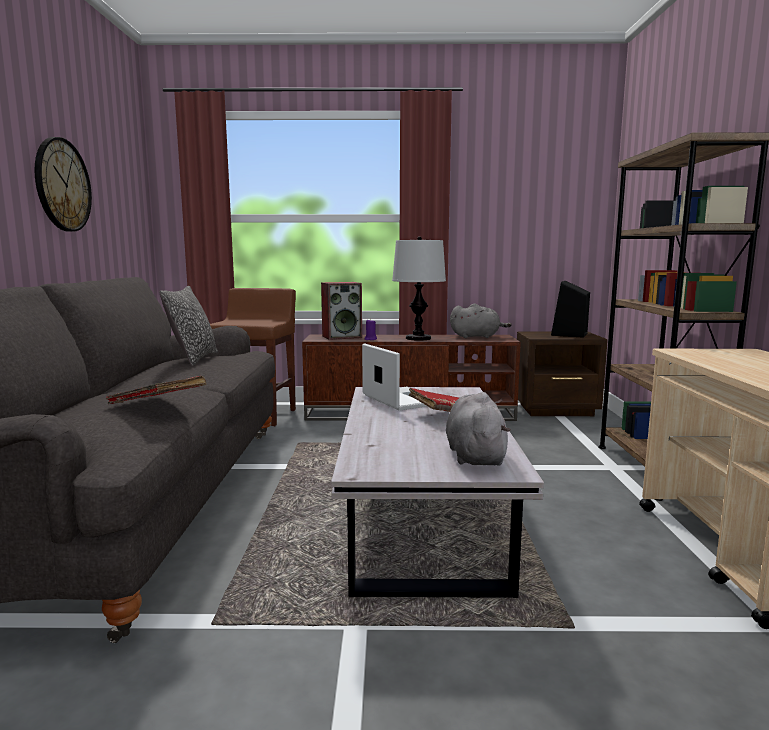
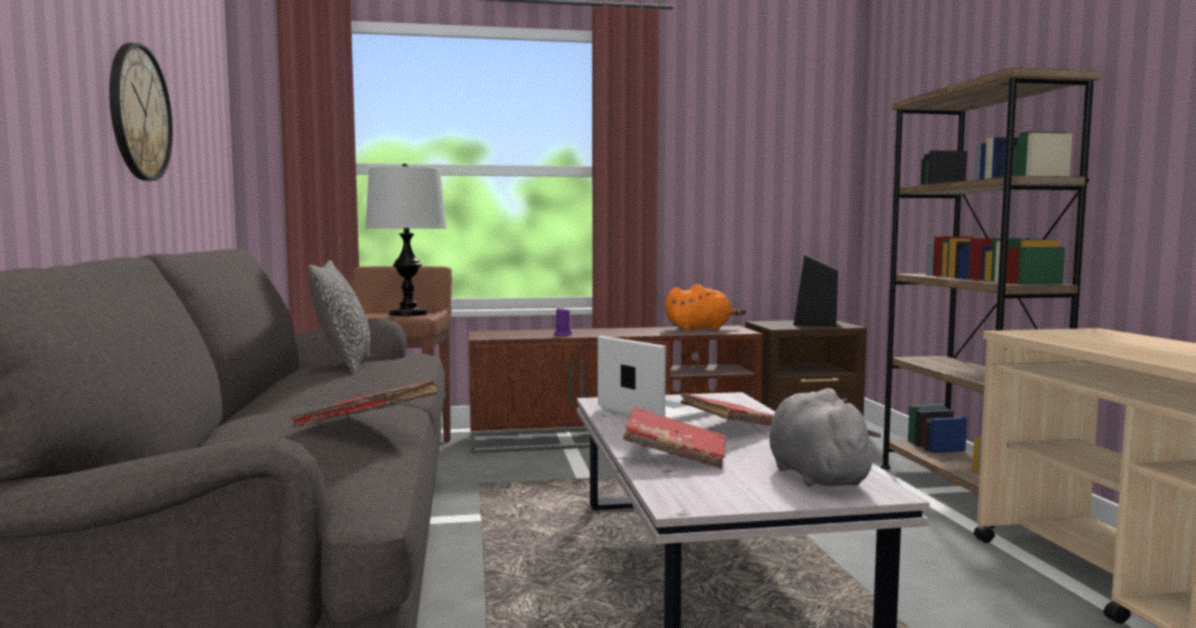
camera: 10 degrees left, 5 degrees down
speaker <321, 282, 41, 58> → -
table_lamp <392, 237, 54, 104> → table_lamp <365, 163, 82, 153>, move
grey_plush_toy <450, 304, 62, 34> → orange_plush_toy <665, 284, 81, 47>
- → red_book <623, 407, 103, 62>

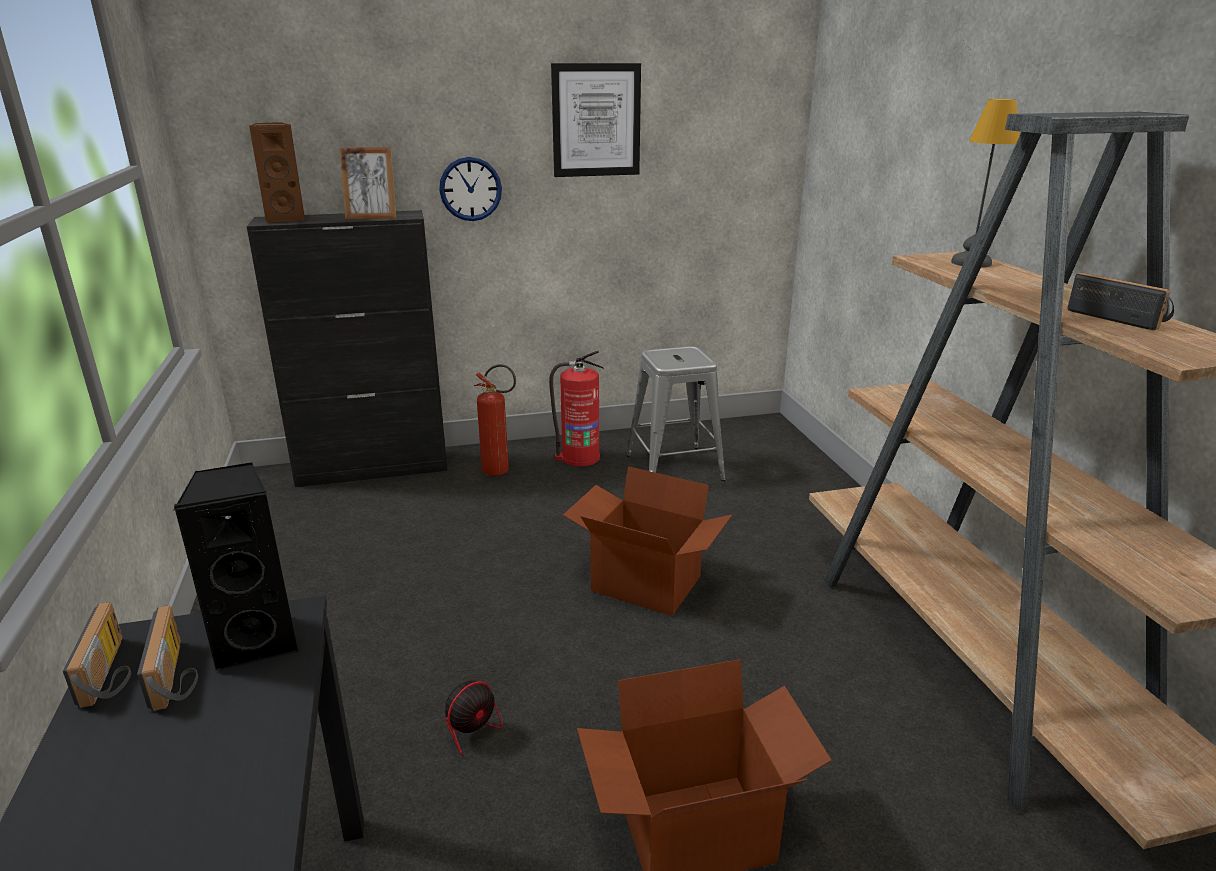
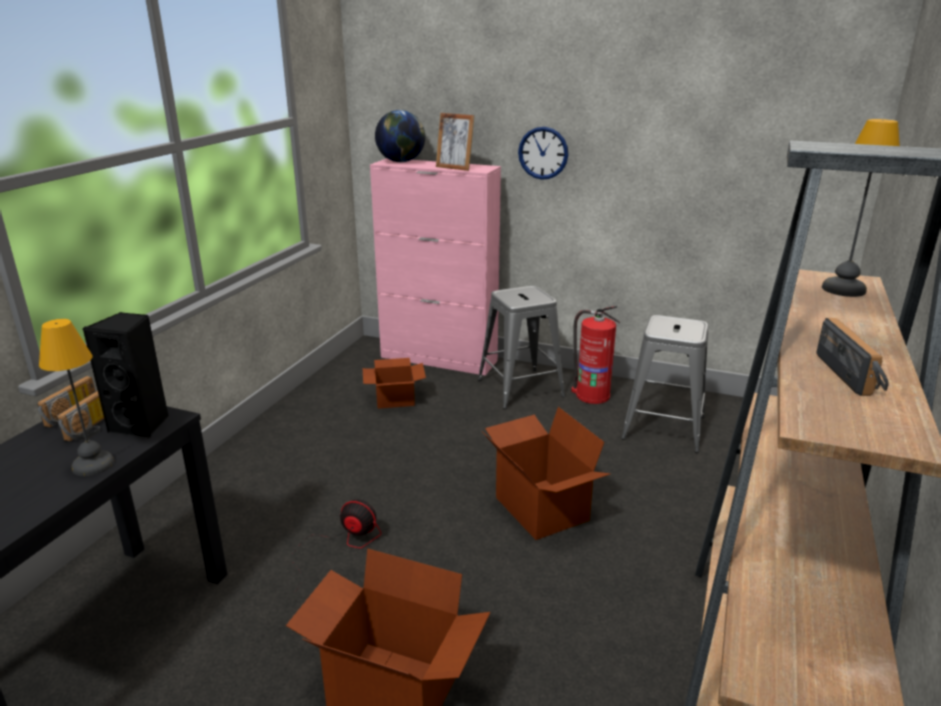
camera: 35 degrees right, 0 degrees up
black_cabinet <246, 210, 202, 277> → pink_cabinet <370, 158, 131, 218>
brown_speaker <249, 122, 56, 101> → globe <375, 110, 50, 52>
fan <428, 662, 87, 93> → fan <292, 499, 89, 94>, 150 degrees counterclockwise
fire_extinguisher <474, 364, 42, 112> → grey_stool <478, 286, 87, 123>
picture <551, 63, 90, 114> → -
- → table_lamp <39, 319, 75, 157>
- → cardboard_box <363, 358, 63, 51>

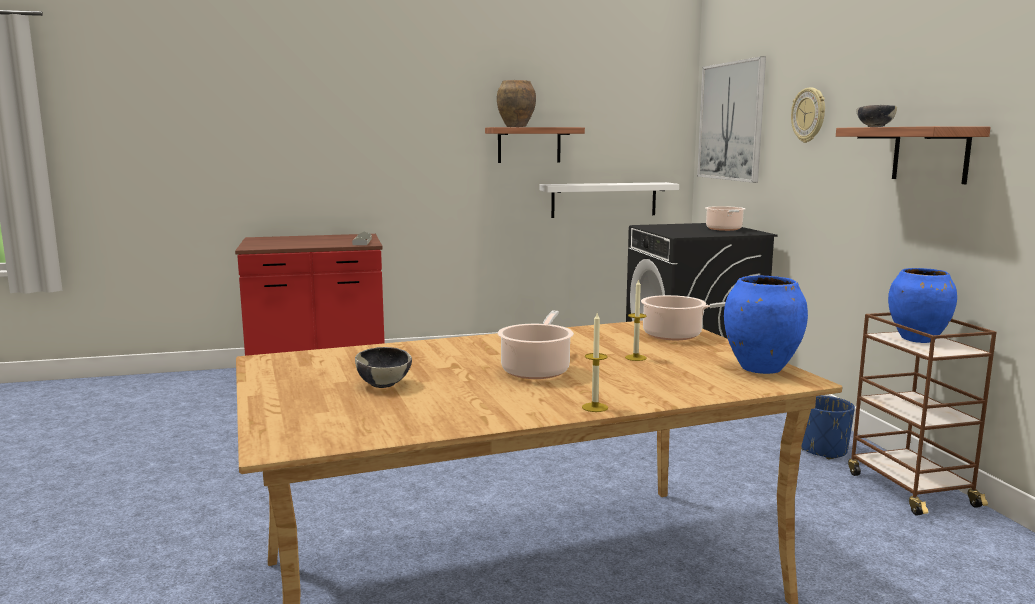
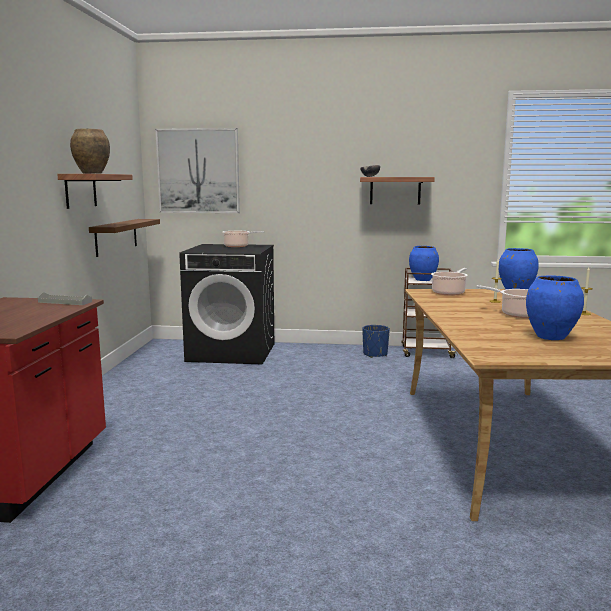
camera: 70 degrees left, 0 degrees up
bowl <355, 347, 57, 41> → blue_vase <526, 275, 58, 65>
white_shelf <539, 182, 140, 36> → brown_shelf <89, 219, 71, 38>
wall_clock <791, 88, 34, 55> → -

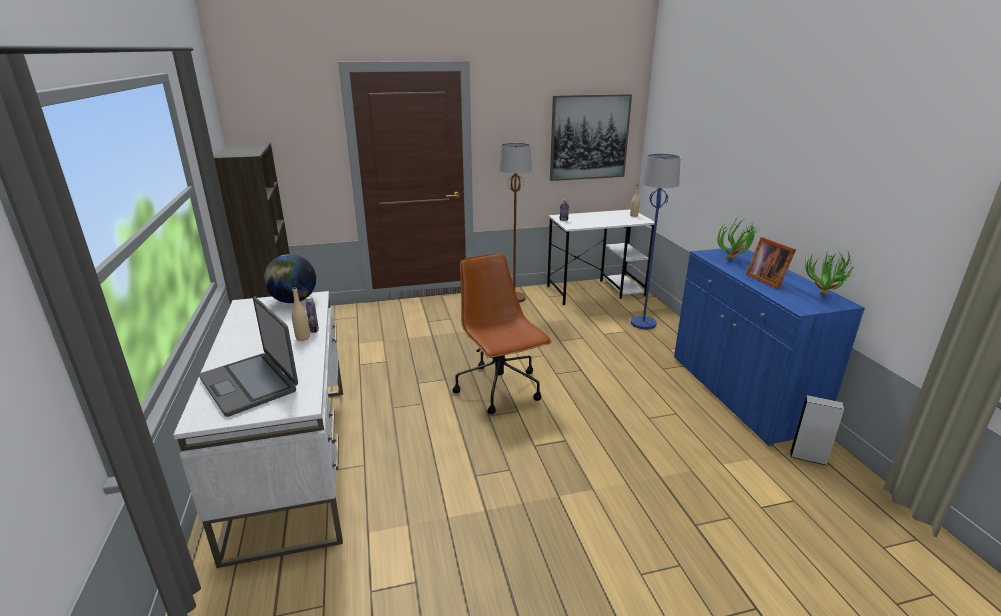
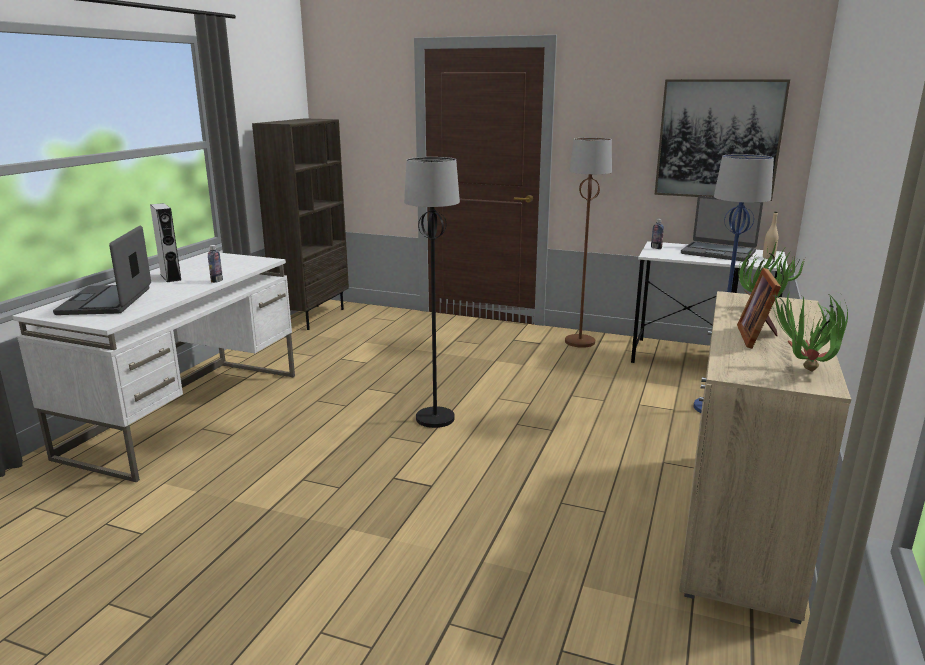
camera: 35 degrees right, 5 degrees down
globe <264, 254, 52, 49> → -
beige_bottle <292, 287, 18, 54> → -
brown_office_chair <452, 254, 100, 160> → black_floor_lamp <404, 157, 56, 271>
blue_cabinet <674, 247, 191, 199> → beige_cabinet <679, 291, 172, 333>
grey_speaker <790, 395, 54, 71> → grey_speaker <150, 203, 32, 80>, move
- → laptop <681, 196, 82, 66>

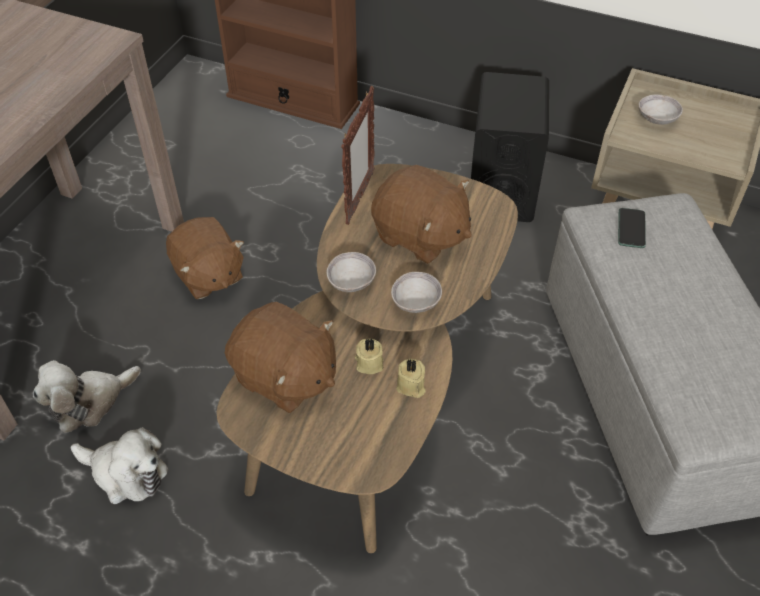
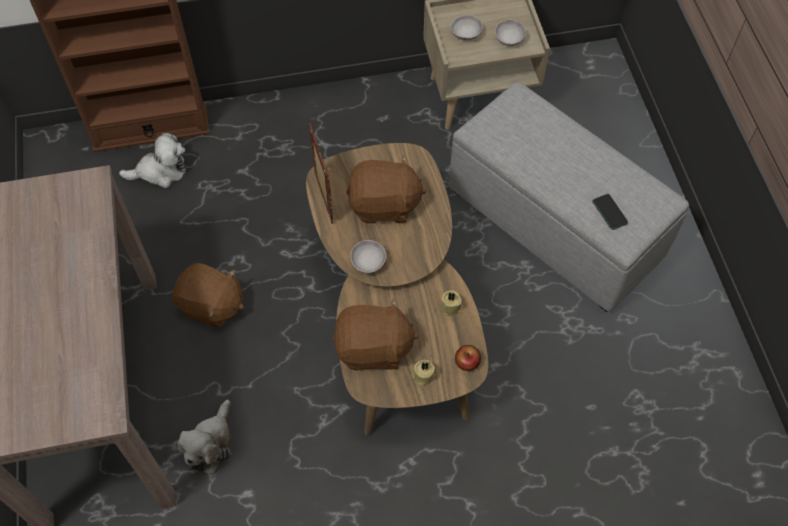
camera: 35 degrees left, 10 degrees up
plush_toy <71, 427, 97, 77> → plush_toy <119, 133, 67, 55>, move
beige_candle <355, 339, 28, 35> → beige_candle <411, 360, 24, 26>, move
grey_bowl <391, 272, 51, 41> → grey_bowl <495, 20, 31, 26>, move
black_speaker <471, 72, 78, 150> → -
phone <618, 208, 28, 40> → phone <592, 194, 36, 36>, move
- → apple <455, 345, 26, 26>

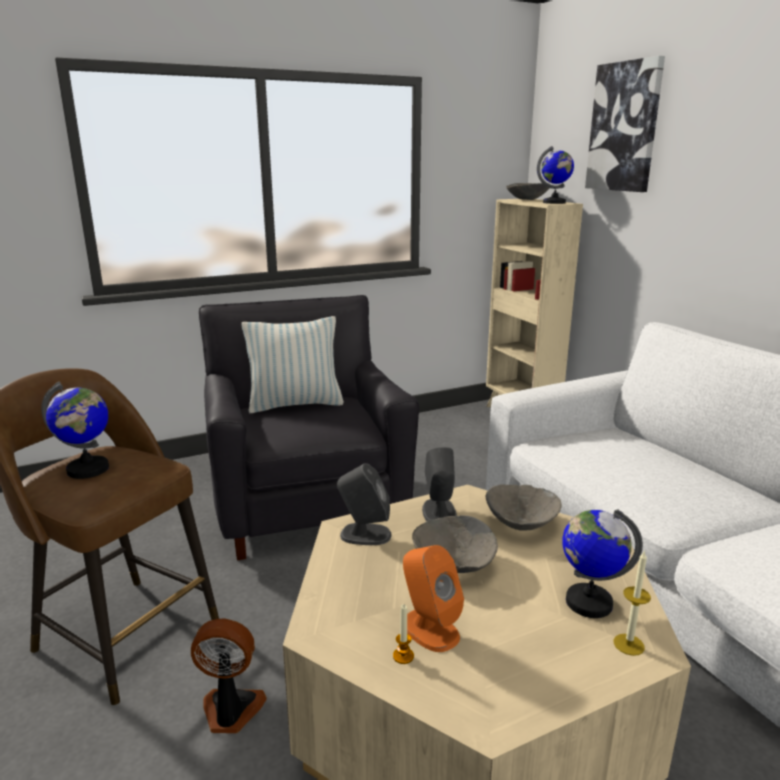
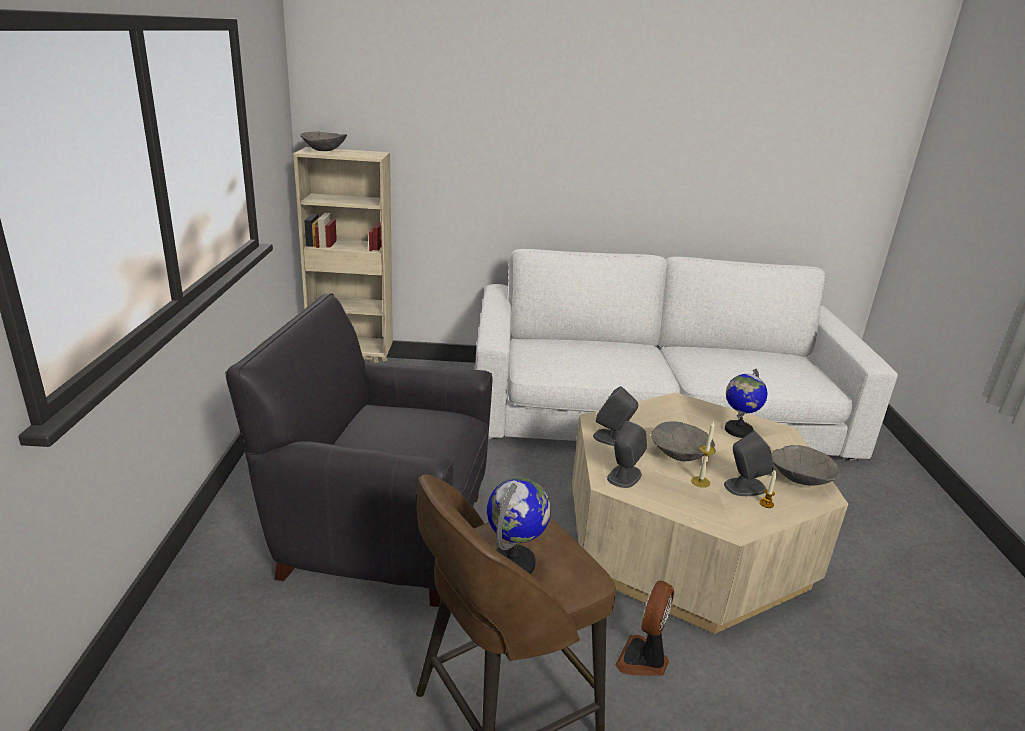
camera: 65 degrees left, 5 degrees up
pillow <242, 316, 102, 97> → -
orange_speaker <403, 545, 61, 107> → grey_speaker <724, 431, 50, 65>
grey_bowl <485, 484, 77, 47> → grey_bowl <772, 445, 68, 41>, move
globe <537, 146, 37, 58> → -
picture <585, 56, 80, 136> → -
candle <614, 552, 37, 104> → candle <691, 421, 25, 67>, move

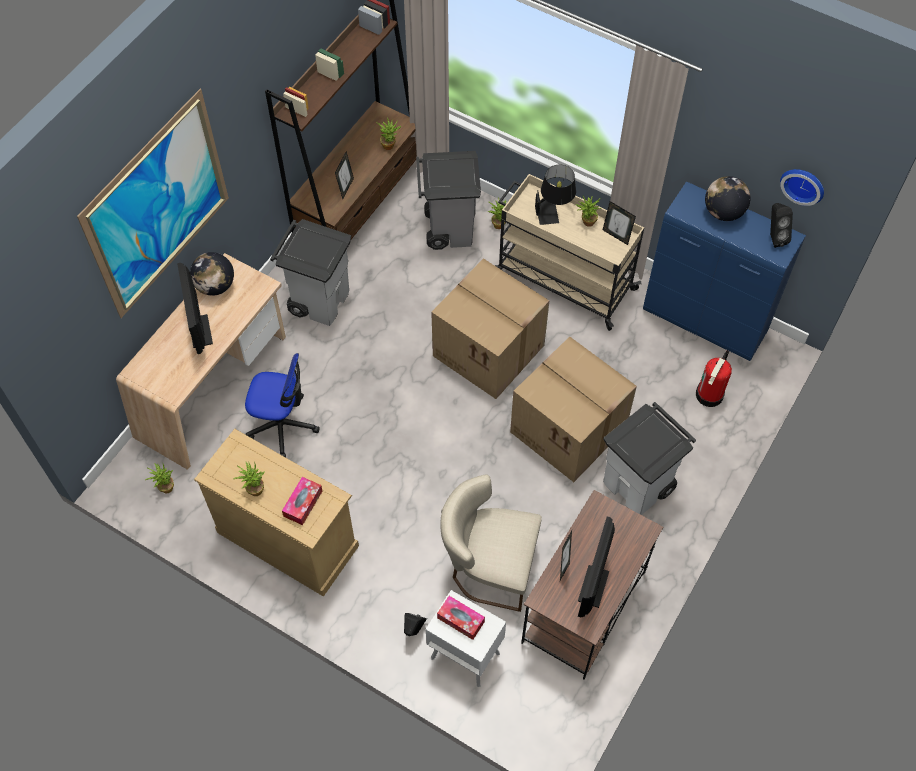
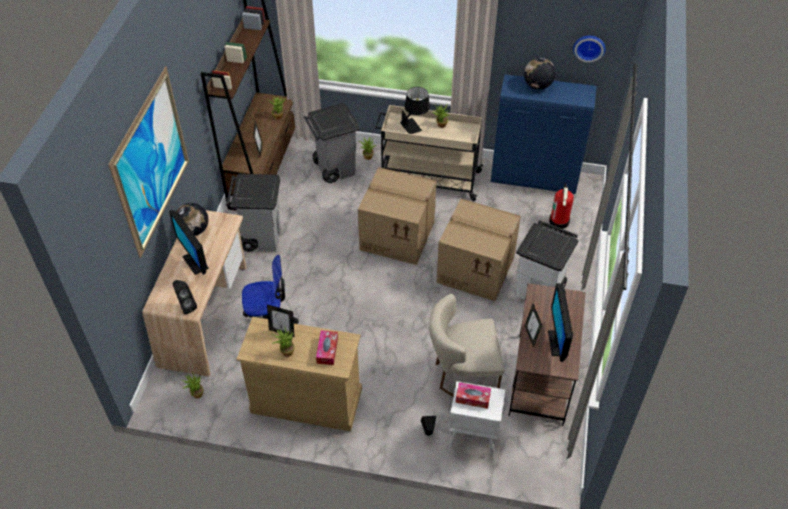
camera: 20 degrees left, 10 degrees down
picture_frame <603, 201, 33, 44> → picture_frame <267, 305, 27, 32>, move
black_speaker <770, 203, 23, 45> → black_speaker <173, 280, 24, 35>, move

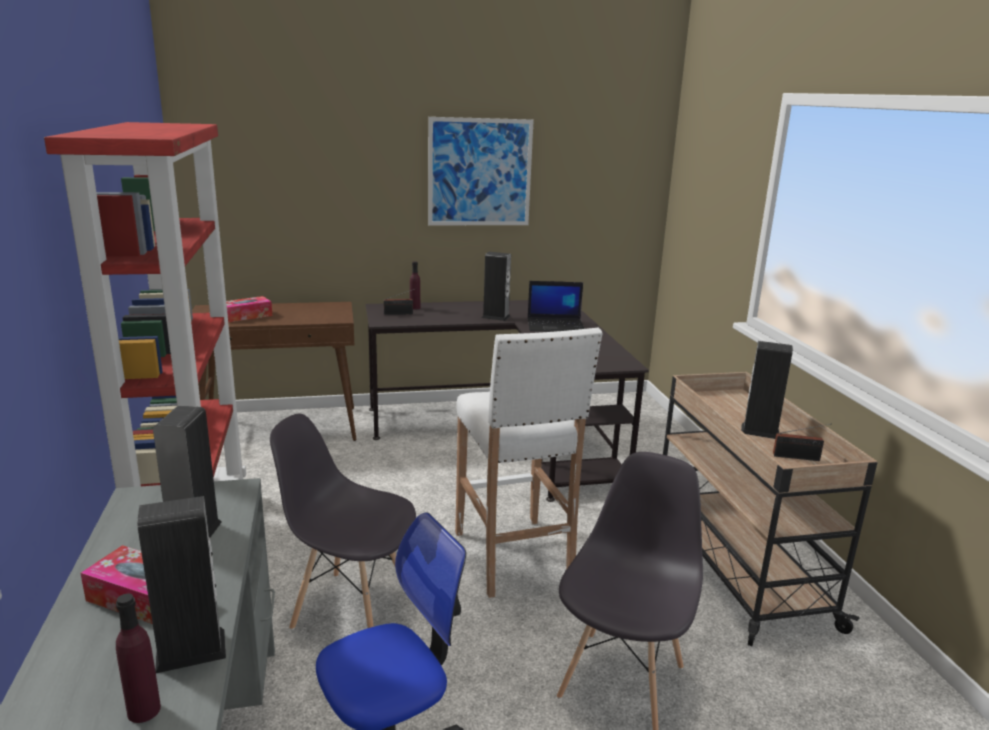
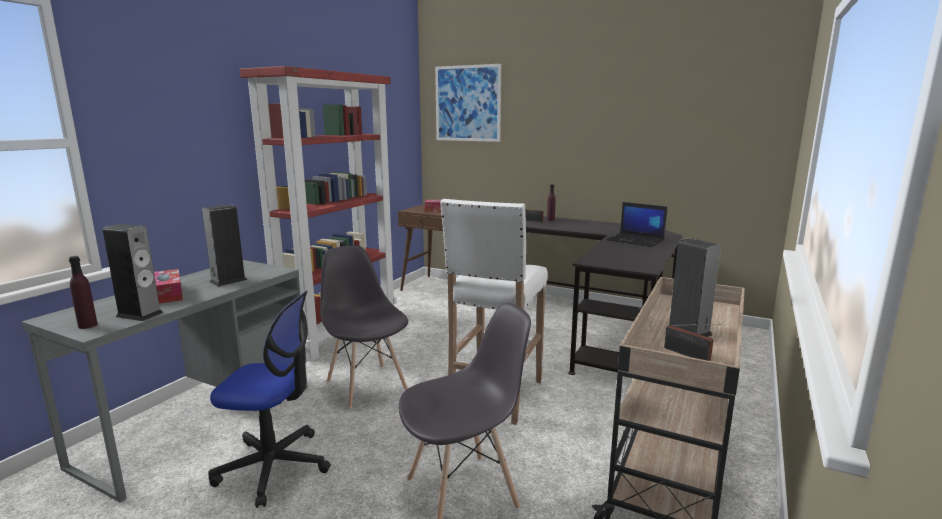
camera: 40 degrees right, 5 degrees down
picture <428, 117, 106, 108> → picture <435, 64, 66, 78>, move
speaker <482, 252, 29, 69> → -

